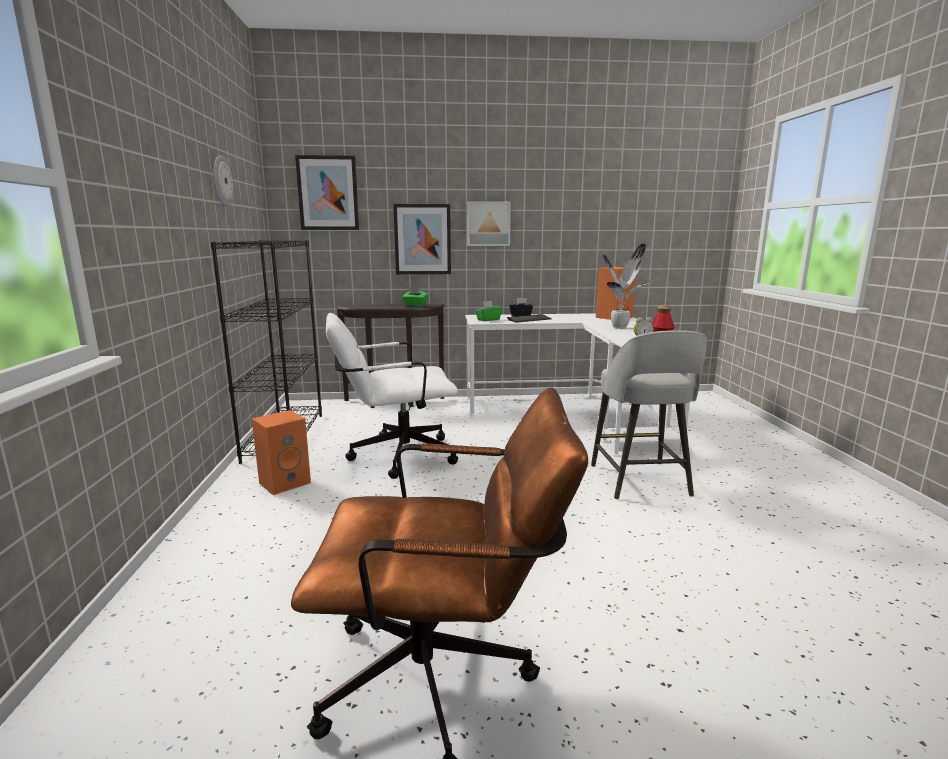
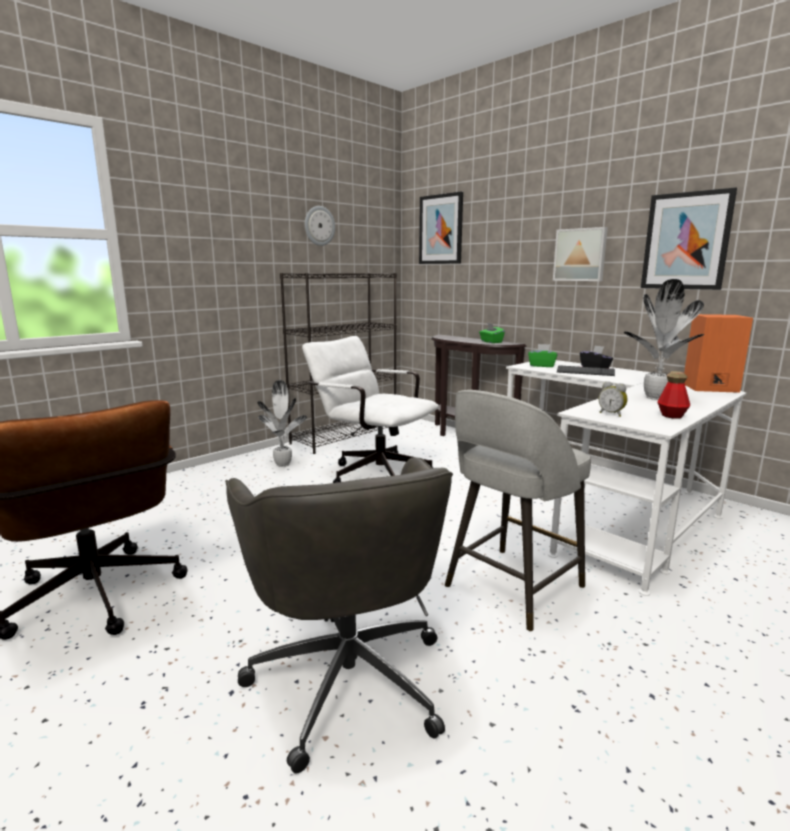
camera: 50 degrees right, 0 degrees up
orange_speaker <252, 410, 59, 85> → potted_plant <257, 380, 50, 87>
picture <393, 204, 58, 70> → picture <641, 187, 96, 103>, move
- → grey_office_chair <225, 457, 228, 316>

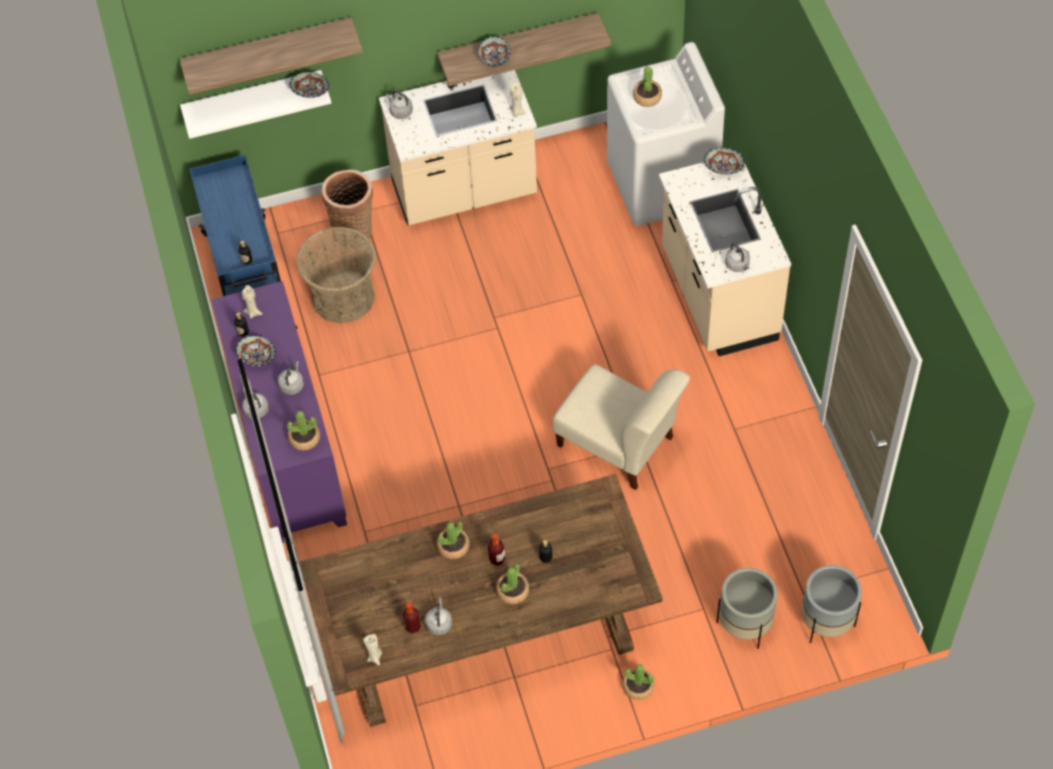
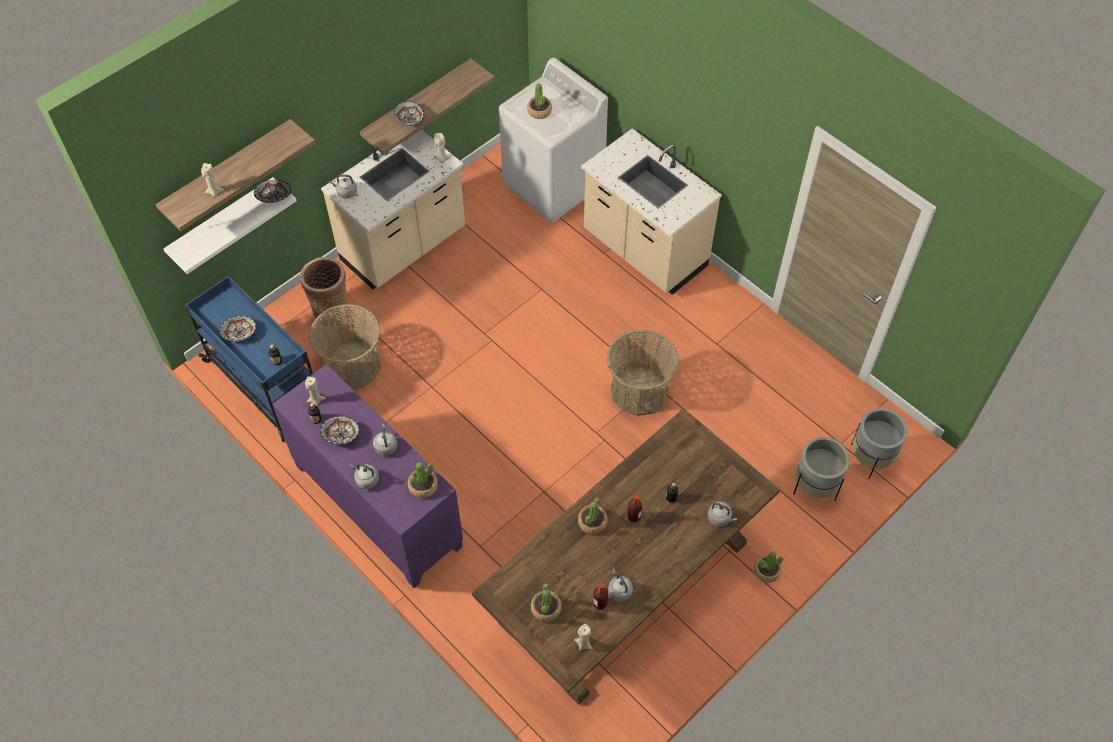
camera: 30 degrees left, 0 degrees up
potted_plant <496, 564, 33, 40> → potted_plant <531, 584, 31, 38>, move
beige_chair <553, 364, 137, 126> → basket <606, 329, 73, 87>
bowl <704, 148, 40, 27> → bowl <219, 316, 38, 25>, move
grey_kettle <725, 243, 25, 29> → grey_kettle <708, 502, 30, 24>, move
- → beige_candle <201, 163, 23, 34>

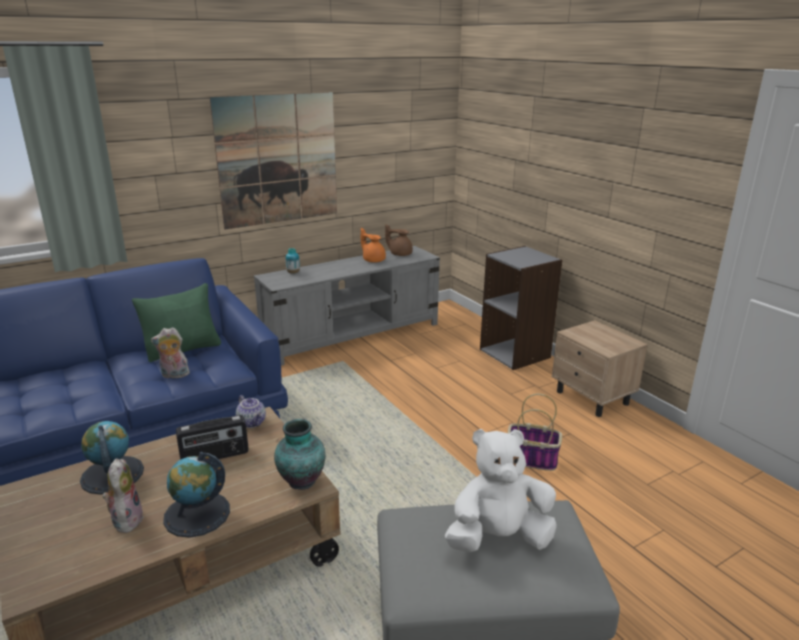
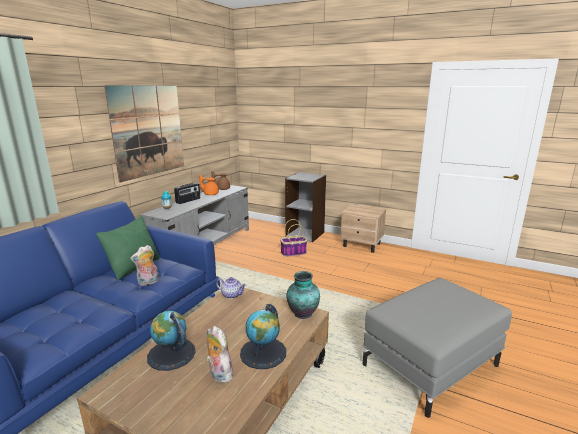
camera: 30 degrees left, 5 degrees down
radio <176, 415, 73, 45> → radio <174, 183, 26, 21>, move
white_plush_toy <445, 429, 112, 124> → -
basket <507, 394, 55, 77> → basket <280, 219, 27, 38>, move

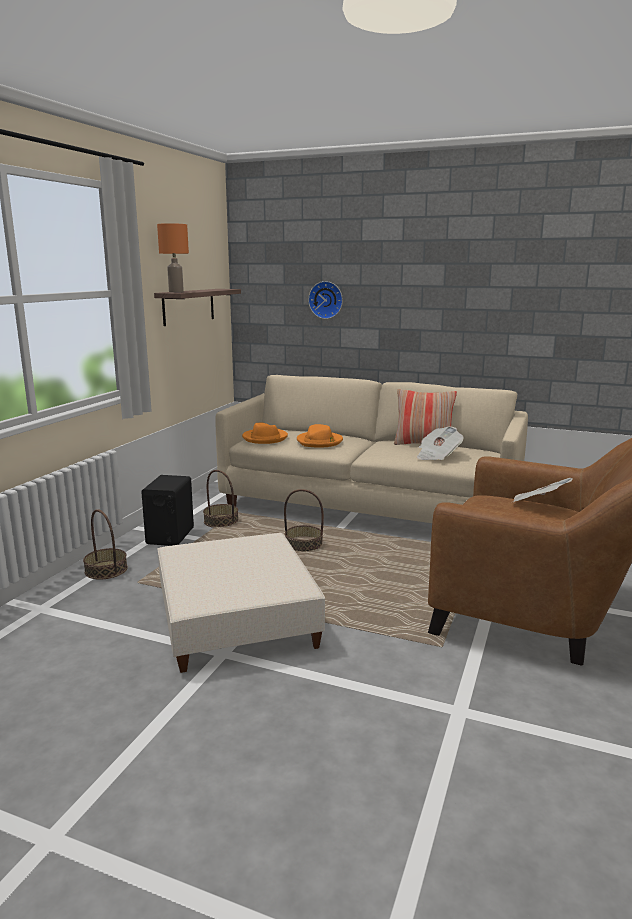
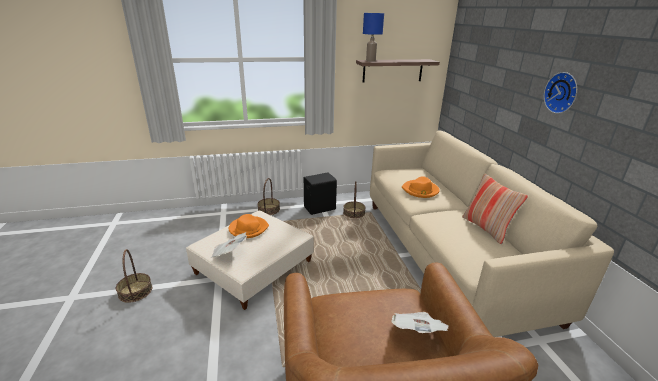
camera: 55 degrees right, 10 degrees up
orange_table_lamp <157, 223, 32, 69> → blue_table_lamp <363, 13, 21, 48>
orange_hat <242, 423, 46, 21> → orange_hat <229, 214, 40, 24>, move
basket <284, 489, 40, 63> → basket <116, 249, 36, 54>, move
wall_clock <308, 281, 35, 38> → wall_clock <544, 72, 33, 42>, move
newspaper <417, 426, 47, 34> → newspaper <211, 232, 36, 26>, move

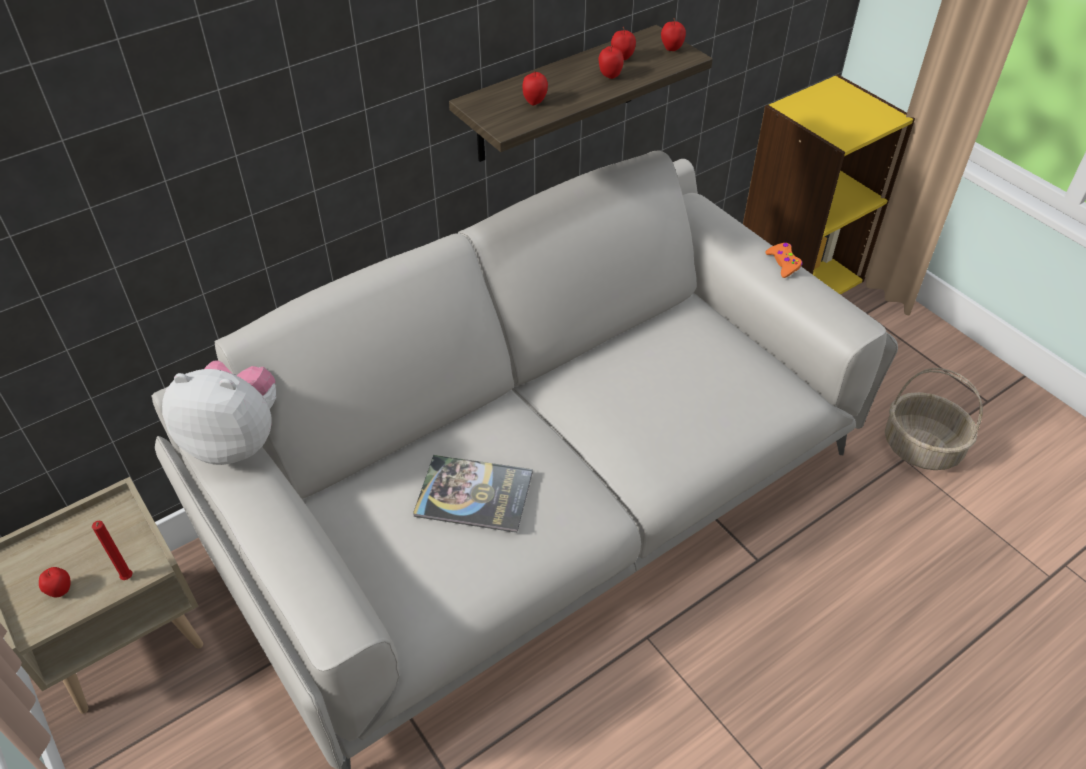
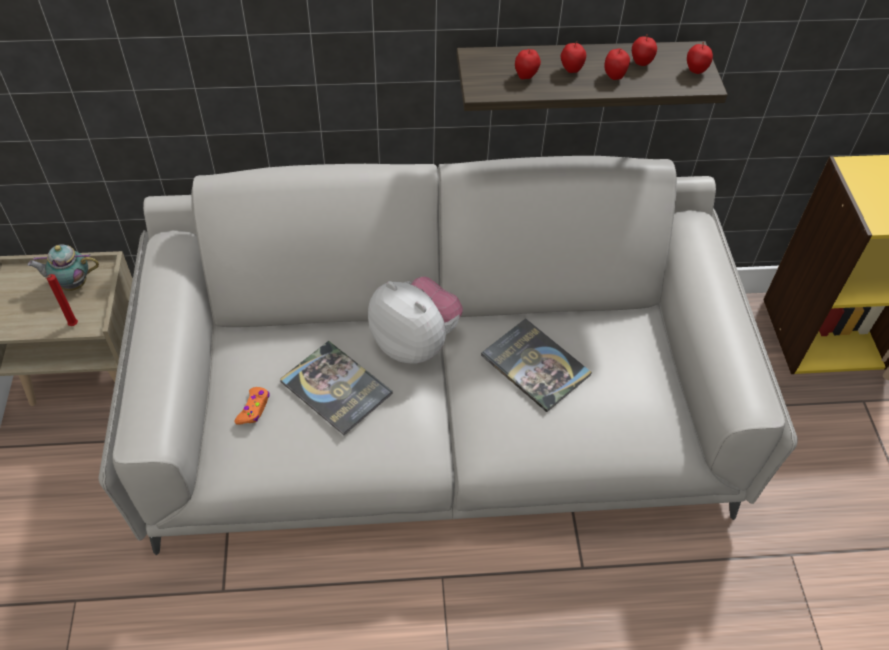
camera: 30 degrees right, 5 degrees up
apple <39, 567, 32, 30> → apple <561, 41, 25, 32>, move
plush_toy <162, 360, 114, 105> → plush_toy <368, 276, 95, 88>, move
orange_game_controller <765, 243, 37, 35> → orange_game_controller <234, 387, 36, 37>, move
basket <885, 368, 98, 102> → -
- → teapot <28, 244, 71, 47>
- → book <481, 318, 111, 94>

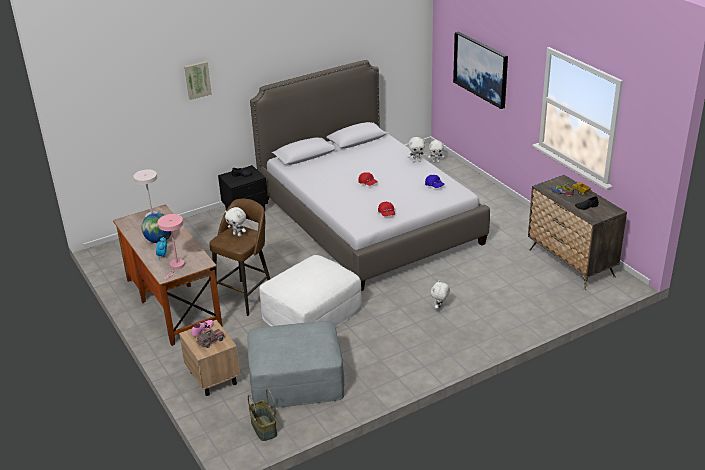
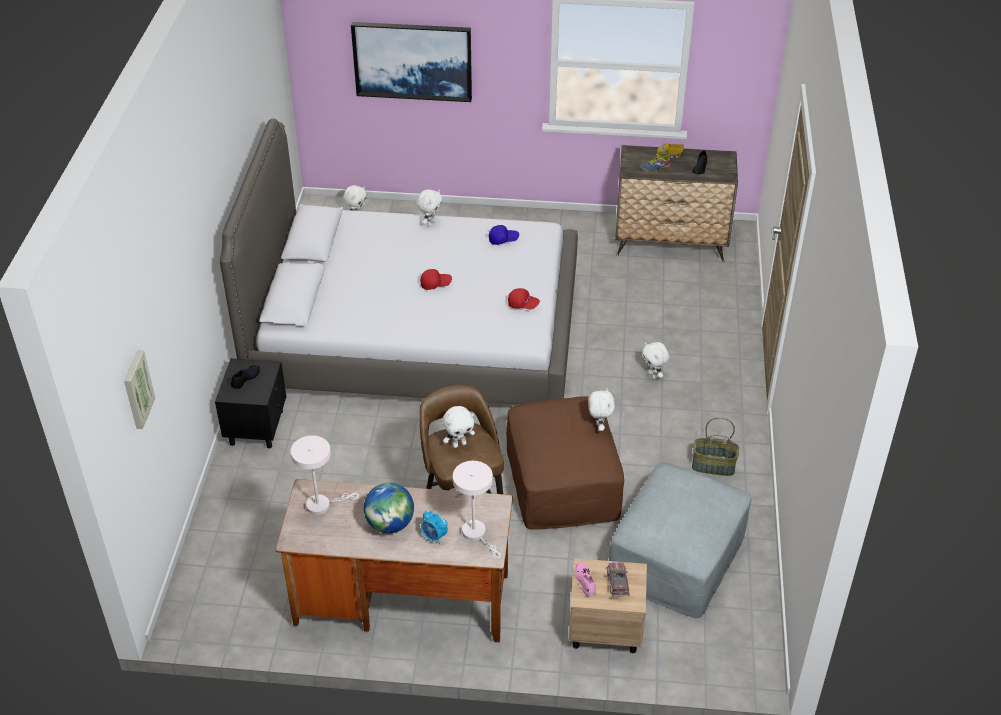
camera: 55 degrees left, 10 degrees up
pink_table_lamp <158, 214, 27, 66> → white_table_lamp <453, 461, 48, 98>
picture <184, 61, 28, 39> → picture <124, 350, 31, 79>, move
basket <248, 389, 29, 52> → basket <692, 417, 47, 59>, move
white_ottoman <259, 255, 103, 73> → brown_ottoman <506, 396, 118, 134>
- → white_plush_toy <588, 388, 27, 43>

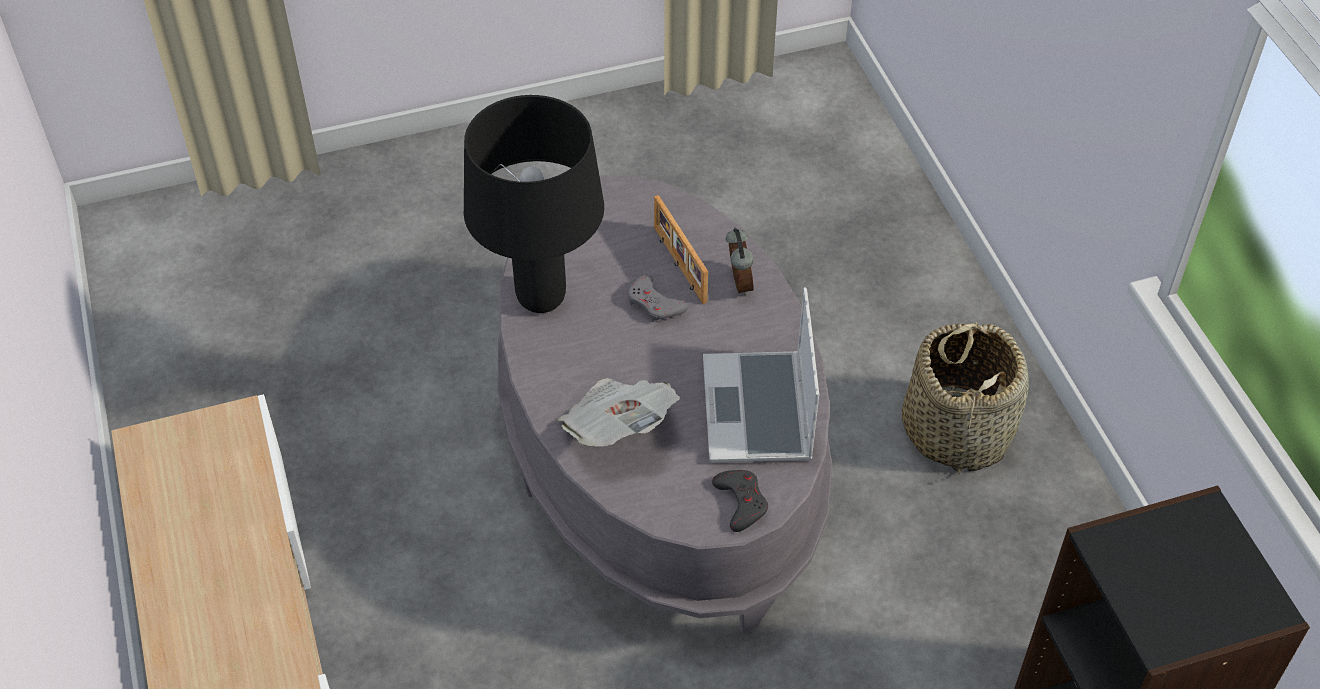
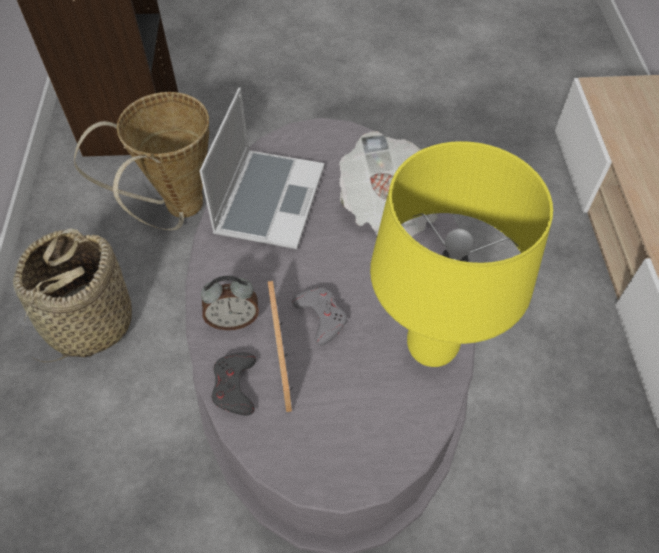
camera: 165 degrees left, 5 degrees up
black_table_lamp <464, 95, 140, 218> → yellow_table_lamp <370, 141, 183, 226>
grey_game_controller <712, 470, 56, 62> → grey_game_controller <212, 352, 44, 64>, move
alarm_clock <726, 227, 28, 69> → alarm_clock <201, 276, 58, 54>, 105 degrees counterclockwise
- → basket <74, 92, 135, 138>

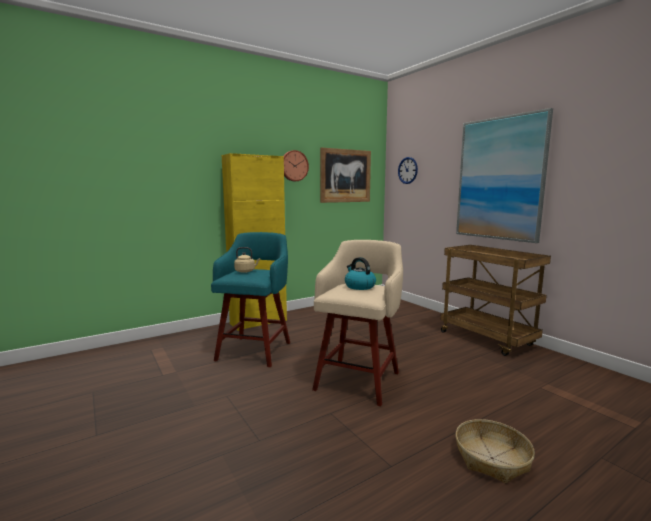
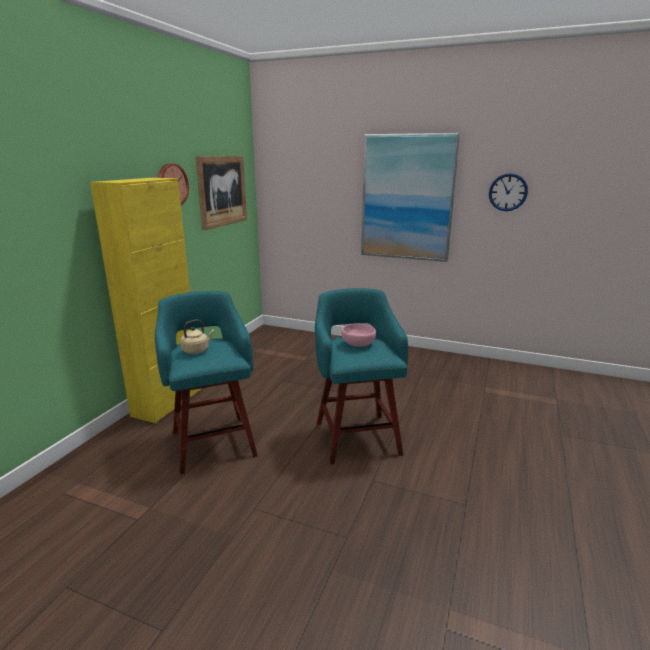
camera: 35 degrees left, 10 degrees up
beige_stool <312, 240, 91, 166> → turquoise_stool <315, 288, 93, 177>
kettle <345, 257, 31, 33> → pink_bowl <341, 324, 35, 23>
wall_clock <398, 157, 20, 27> → wall_clock <489, 173, 39, 38>, move
brown_cart <440, 245, 111, 111> → -
basket <455, 419, 80, 64> → -

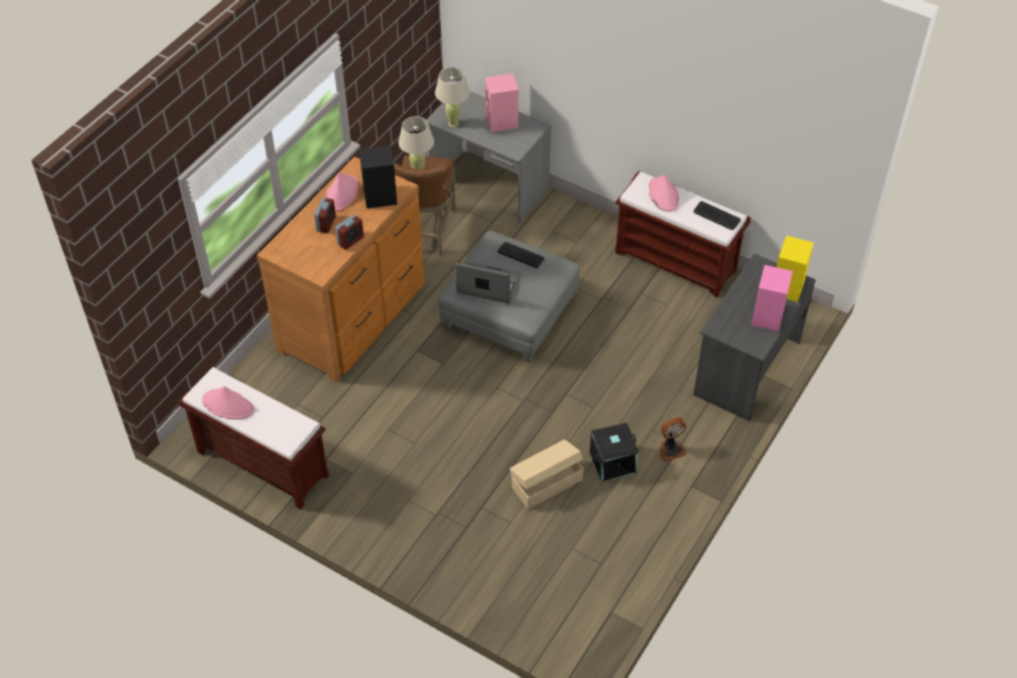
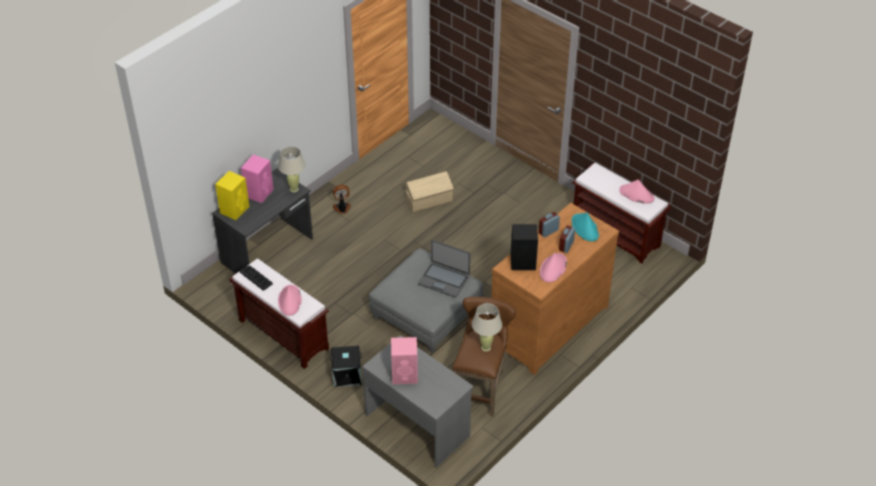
camera: 170 degrees left, 5 degrees down
beige_table_lamp <435, 67, 35, 60> → beige_table_lamp <278, 146, 28, 46>, move
keyboard <498, 242, 46, 26> → -
black_storage_box <590, 423, 49, 59> → black_storage_box <330, 346, 32, 41>, move
- → turquoise_hat <571, 212, 28, 30>

